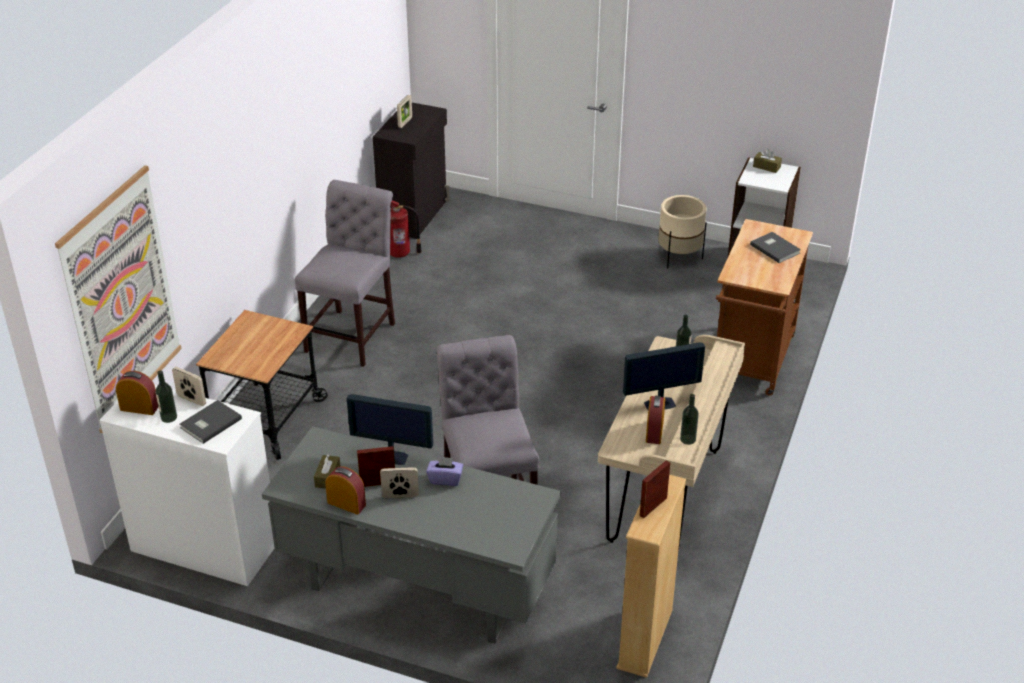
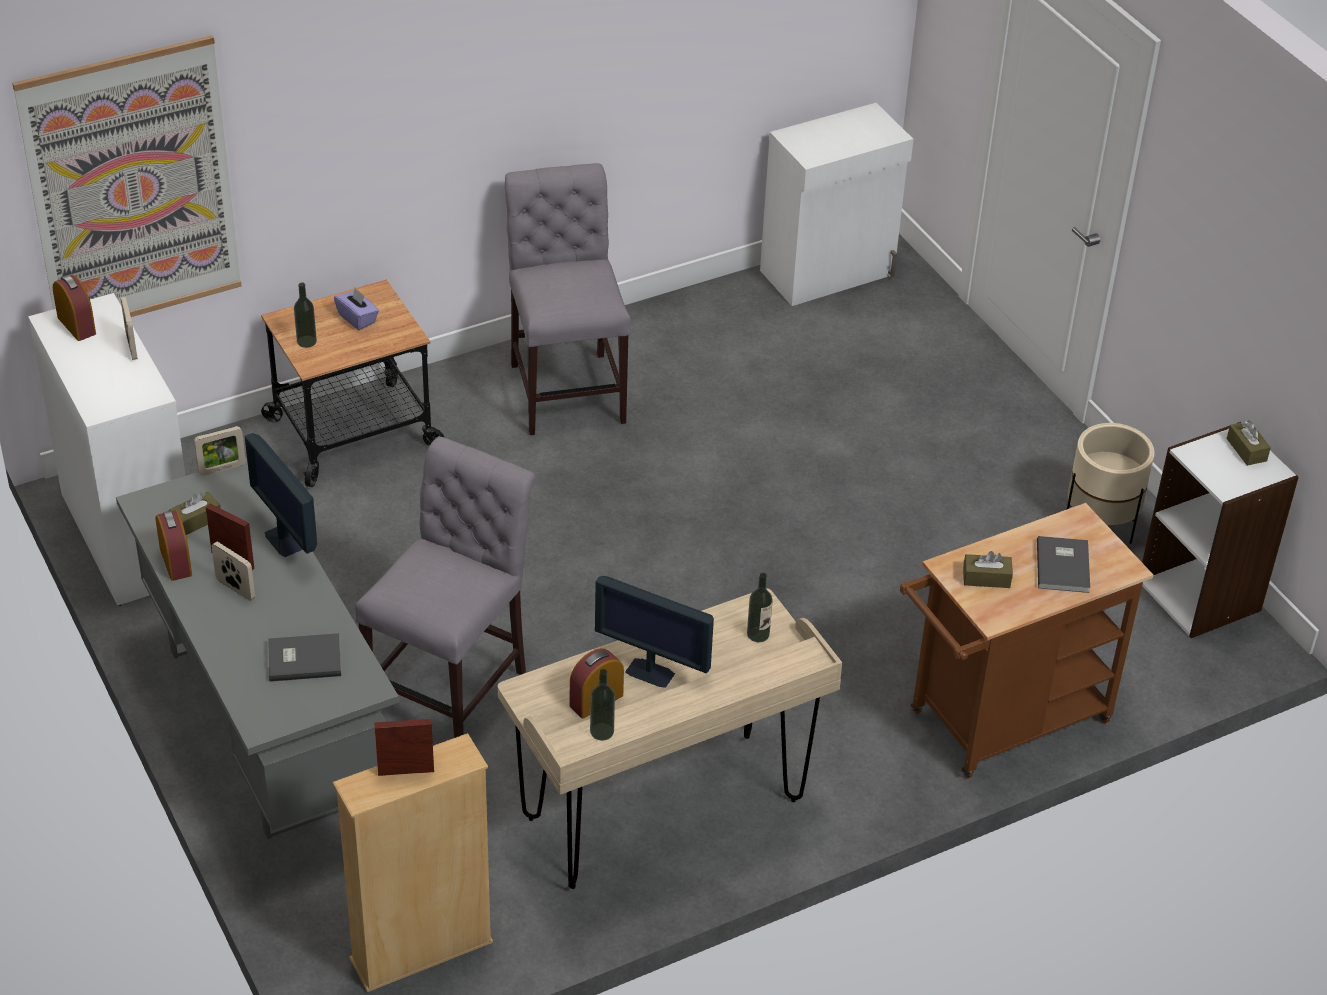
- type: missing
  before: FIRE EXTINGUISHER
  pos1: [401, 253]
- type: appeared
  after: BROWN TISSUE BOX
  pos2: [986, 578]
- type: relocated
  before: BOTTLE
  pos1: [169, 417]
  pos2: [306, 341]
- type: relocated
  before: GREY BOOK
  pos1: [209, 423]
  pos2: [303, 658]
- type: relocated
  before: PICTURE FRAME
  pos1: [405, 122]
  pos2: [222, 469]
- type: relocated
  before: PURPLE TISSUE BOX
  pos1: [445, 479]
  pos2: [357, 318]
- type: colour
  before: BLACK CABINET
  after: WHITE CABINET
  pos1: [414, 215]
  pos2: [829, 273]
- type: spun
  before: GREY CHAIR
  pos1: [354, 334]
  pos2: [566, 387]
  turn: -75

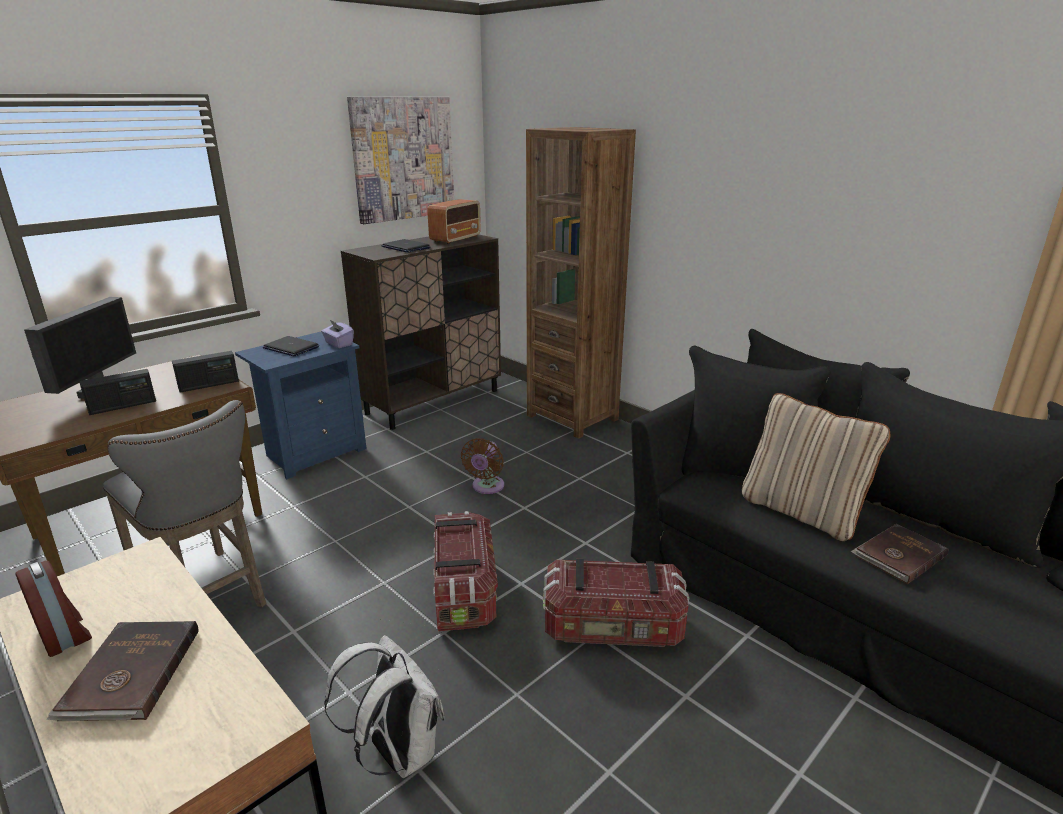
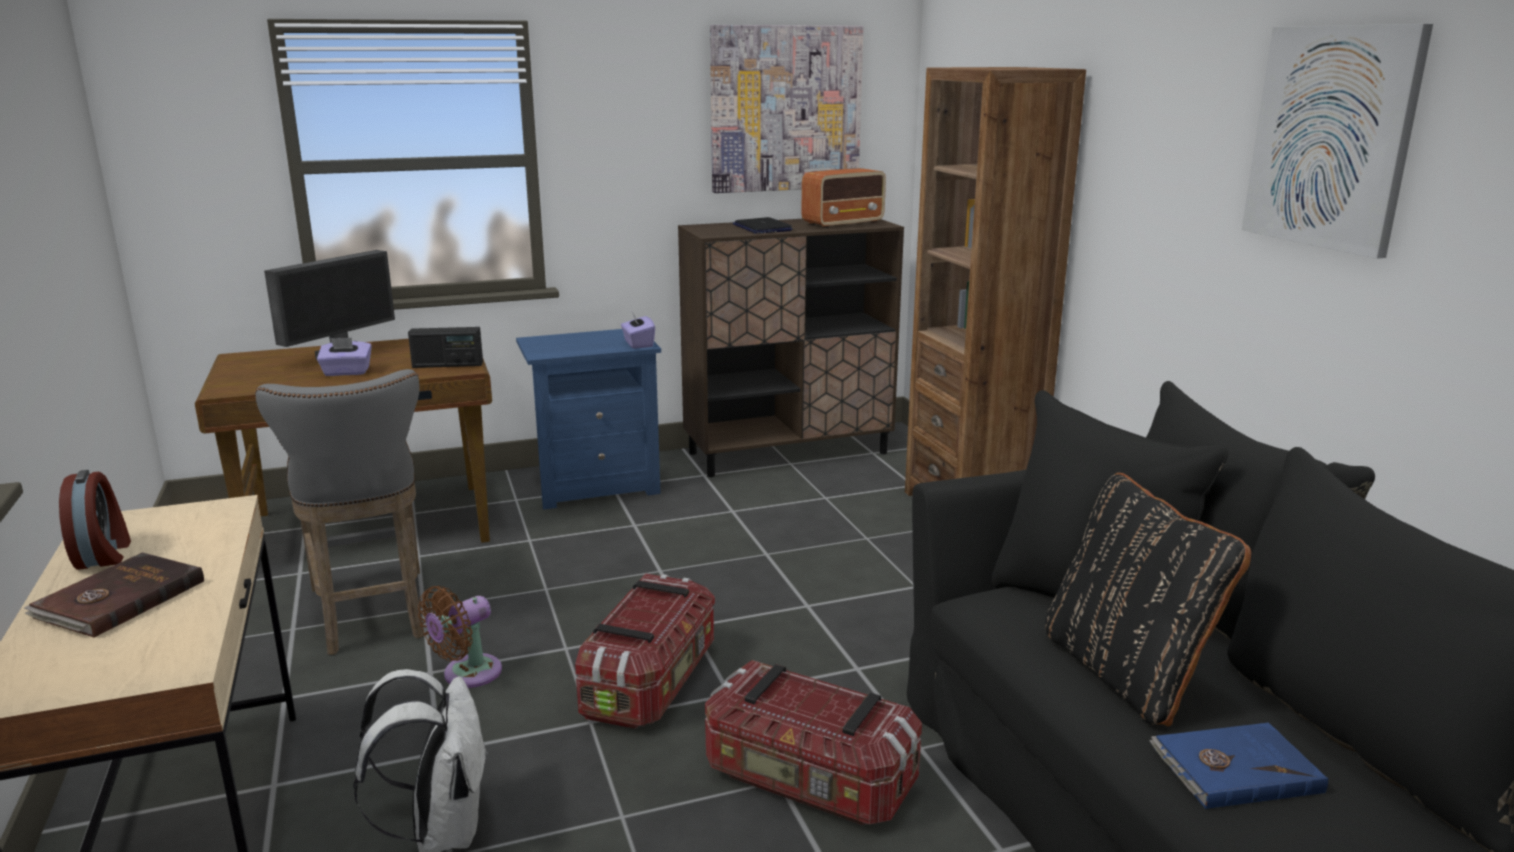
- type: missing
  before: LAPTOP
  pos1: [290, 348]
- type: appeared
  after: PICTURE
  pos2: [1332, 137]
- type: relocated
  before: BROWN FAN
  pos1: [486, 487]
  pos2: [467, 674]
- type: exchanged
  before: RADIO
  after: PURPLE TISSUE BOX
  pos1: [123, 406]
  pos2: [347, 372]
- type: colour
  before: BEIGE PILLOW
  after: BLACK PILLOW
  pos1: [801, 512]
  pos2: [1126, 672]
- type: colour
  before: BROWN BOOK
  after: BLUE BOOK
  pos1: [898, 555]
  pos2: [1234, 769]

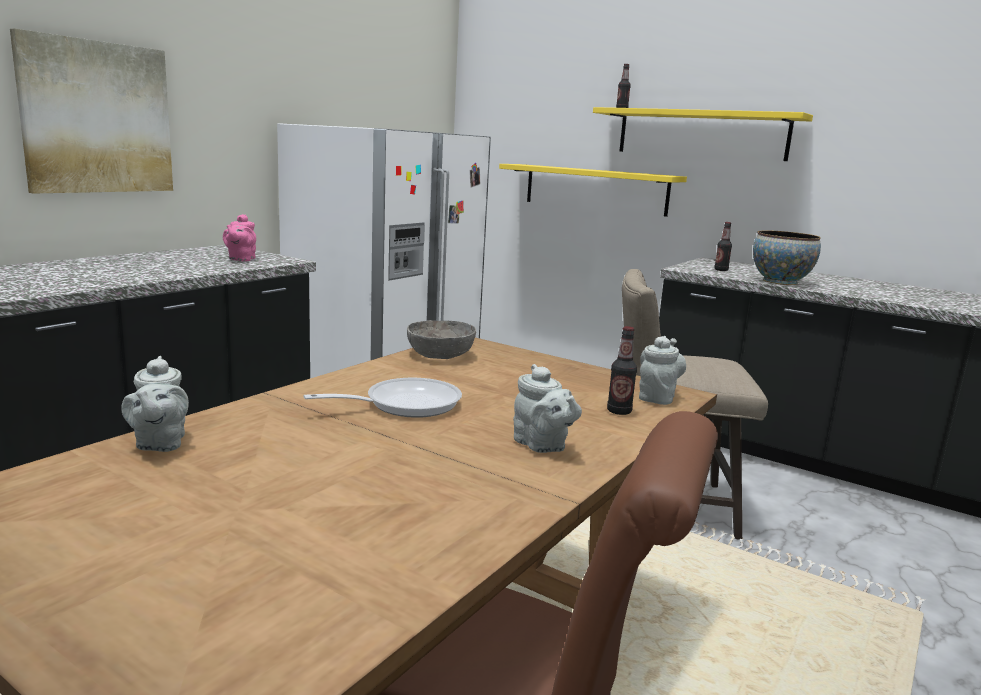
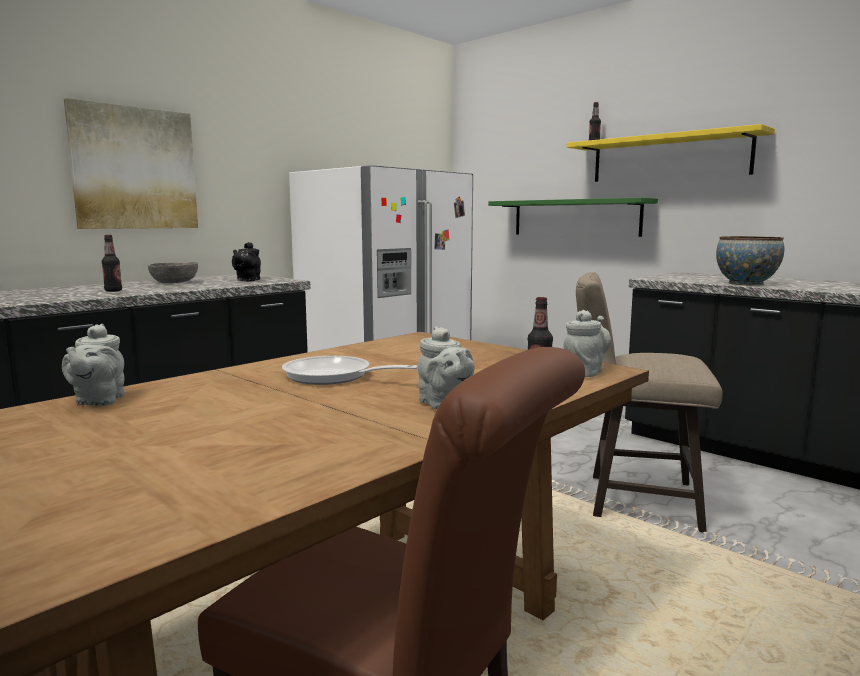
- type: relocated
  before: GREY BOWL
  pos1: [440, 354]
  pos2: [174, 282]
- type: relocated
  before: BOTTLE
  pos1: [721, 270]
  pos2: [113, 291]
- type: colour
  before: PINK TEAPOT
  after: BLACK TEAPOT
  pos1: [241, 259]
  pos2: [247, 280]
- type: colour
  before: YELLOW SHELF
  after: GREEN SHELF
  pos1: [595, 189]
  pos2: [575, 218]
- type: spun
  before: FRYING PAN
  pos1: [404, 404]
  pos2: [334, 377]
  turn: -135

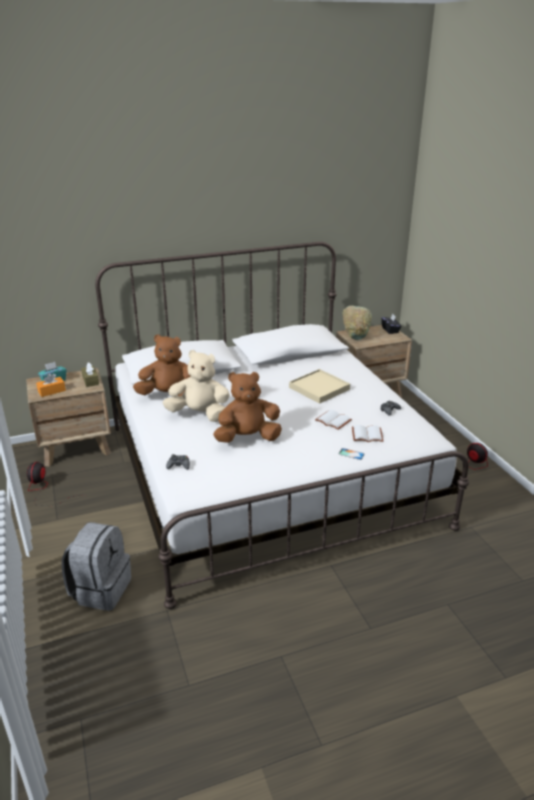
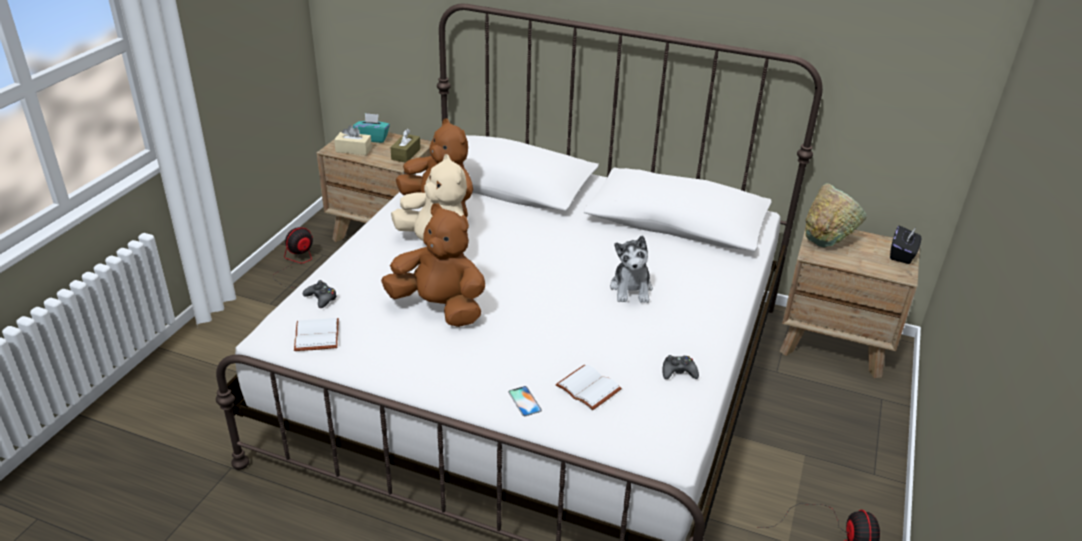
- type: missing
  before: GREY BACKPACK
  pos1: [101, 589]
- type: relocated
  before: WHITE BOOK
  pos1: [332, 421]
  pos2: [315, 335]
- type: exchanged
  before: BEIGE TRAY
  after: PLUSH TOY
  pos1: [319, 388]
  pos2: [631, 289]
- type: colour
  before: ORANGE TISSUE BOX
  after: BEIGE TISSUE BOX
  pos1: [52, 391]
  pos2: [353, 149]

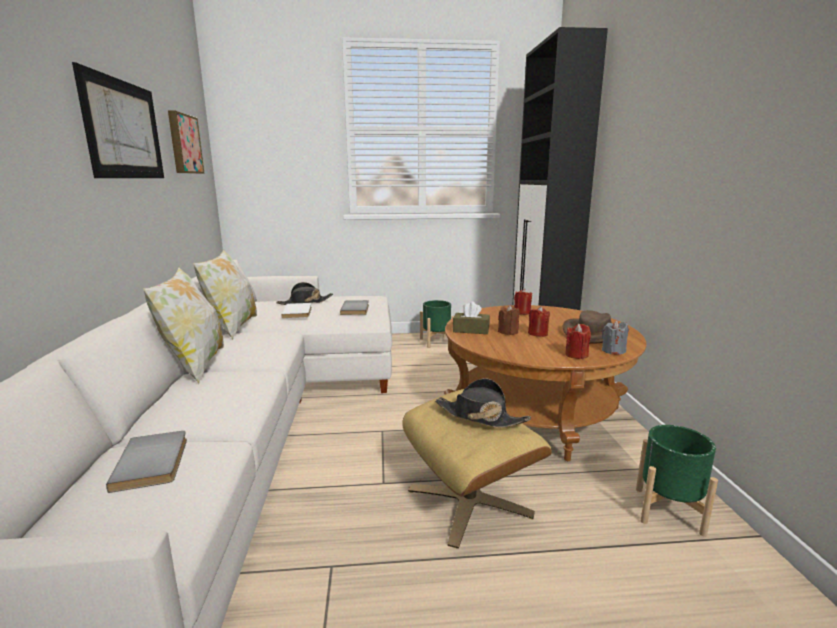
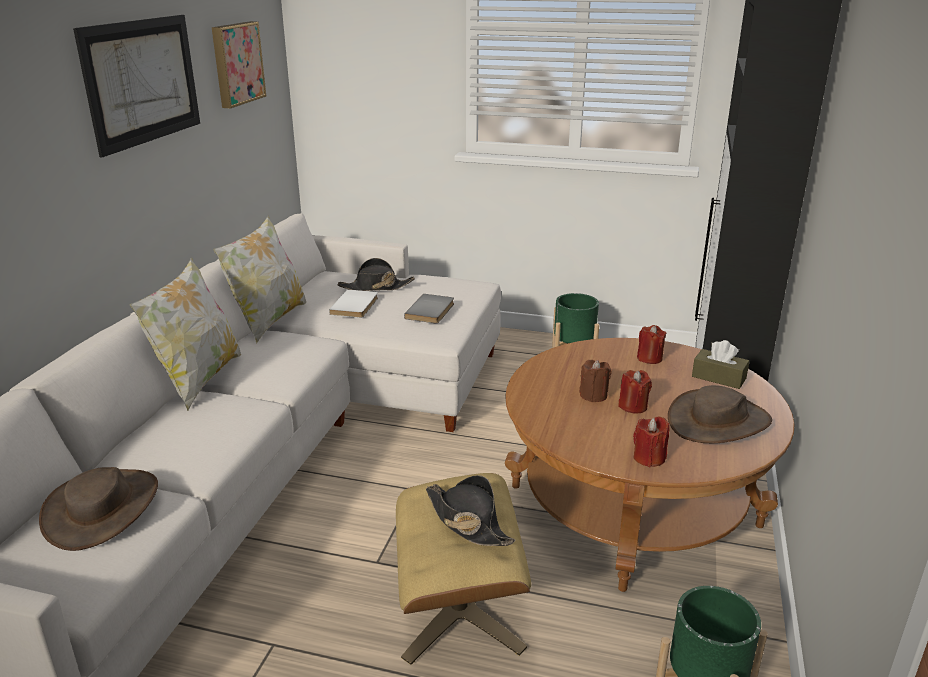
- type: missing
  before: GREY CANDLE
  pos1: [613, 351]
- type: relocated
  before: BROWN TISSUE BOX
  pos1: [471, 330]
  pos2: [718, 377]
- type: exchanged
  before: GREY BOOK
  after: BROWN HAT
  pos1: [154, 462]
  pos2: [103, 508]

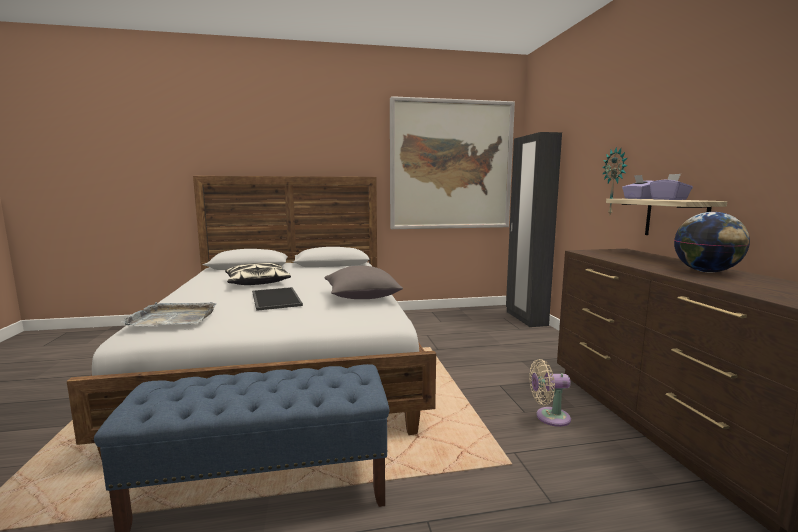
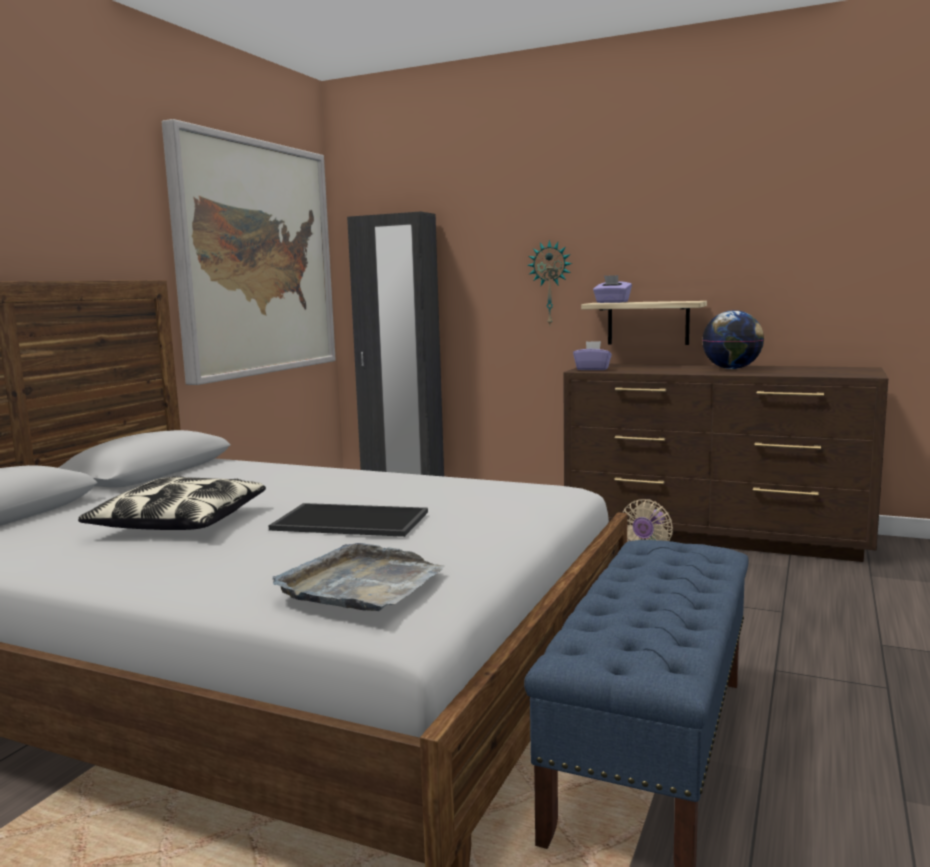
- type: missing
  before: GREY PILLOW
  pos1: [361, 297]
- type: relocated
  before: PURPLE TISSUE BOX
  pos1: [669, 199]
  pos2: [592, 369]

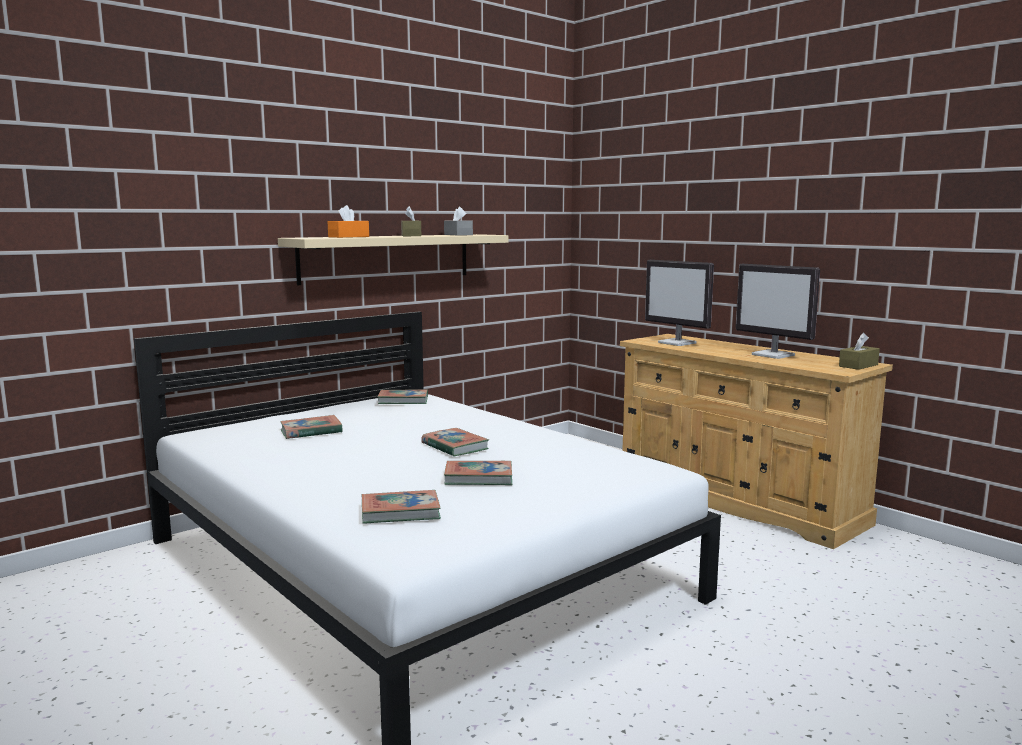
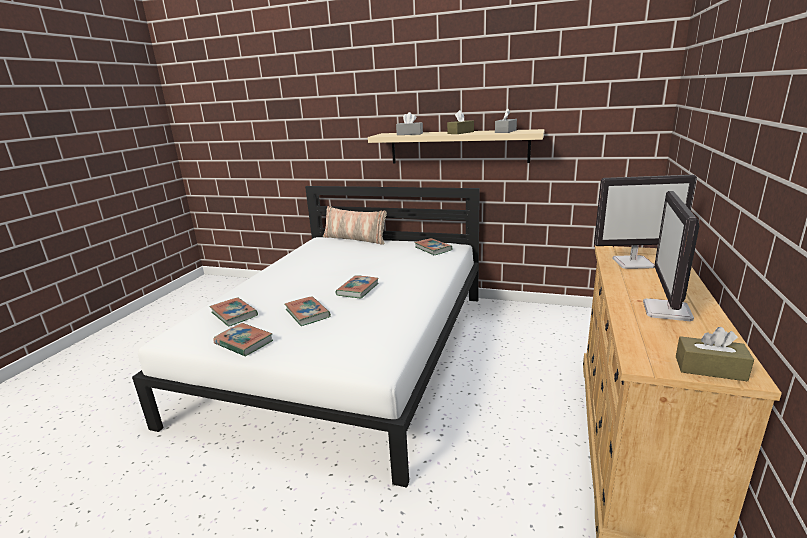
- type: appeared
  after: PILLOW
  pos2: [355, 239]
- type: relocated
  before: BOOK
  pos1: [311, 431]
  pos2: [244, 342]
- type: colour
  before: ORANGE TISSUE BOX
  after: GREY TISSUE BOX
  pos1: [348, 237]
  pos2: [409, 134]
- type: spun
  before: MONITOR
  pos1: [677, 343]
  pos2: [633, 263]
  turn: -105

